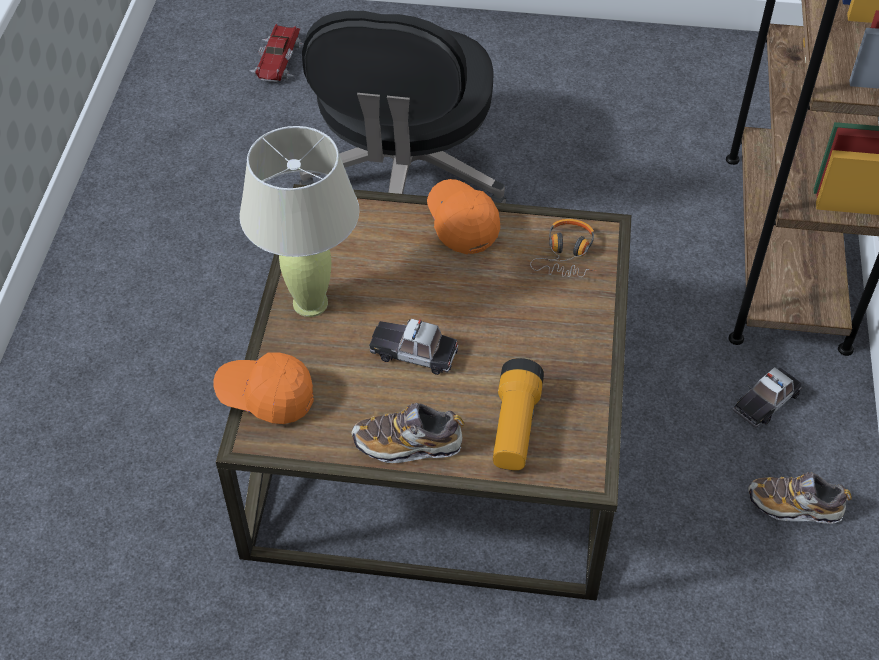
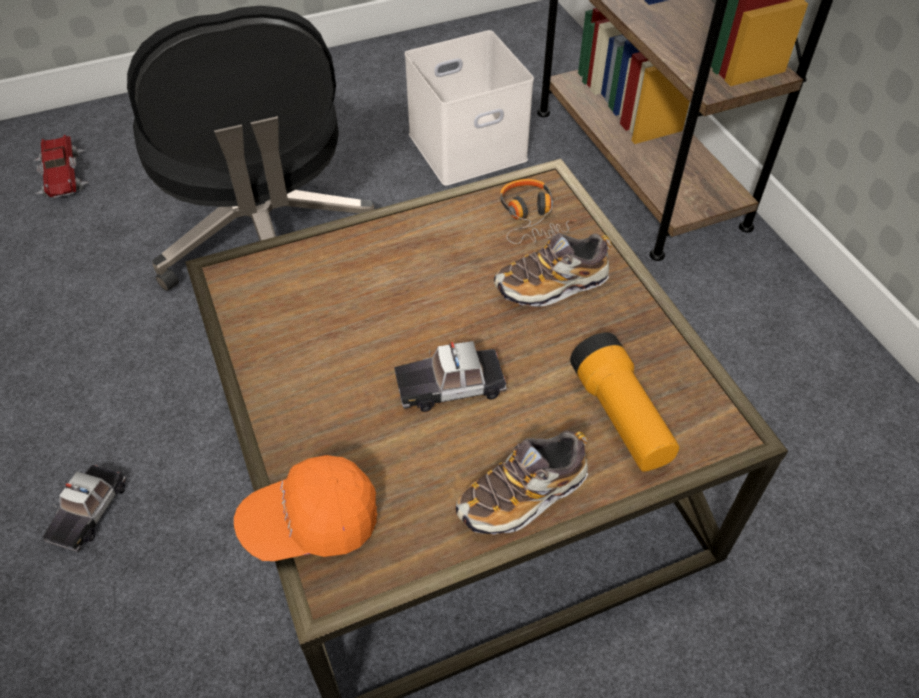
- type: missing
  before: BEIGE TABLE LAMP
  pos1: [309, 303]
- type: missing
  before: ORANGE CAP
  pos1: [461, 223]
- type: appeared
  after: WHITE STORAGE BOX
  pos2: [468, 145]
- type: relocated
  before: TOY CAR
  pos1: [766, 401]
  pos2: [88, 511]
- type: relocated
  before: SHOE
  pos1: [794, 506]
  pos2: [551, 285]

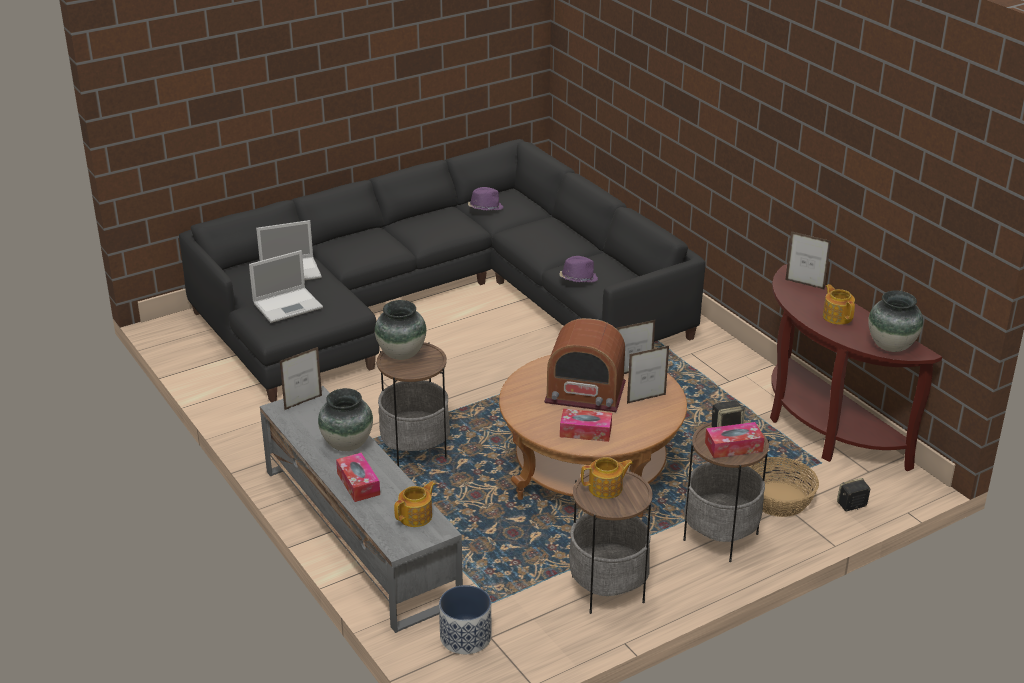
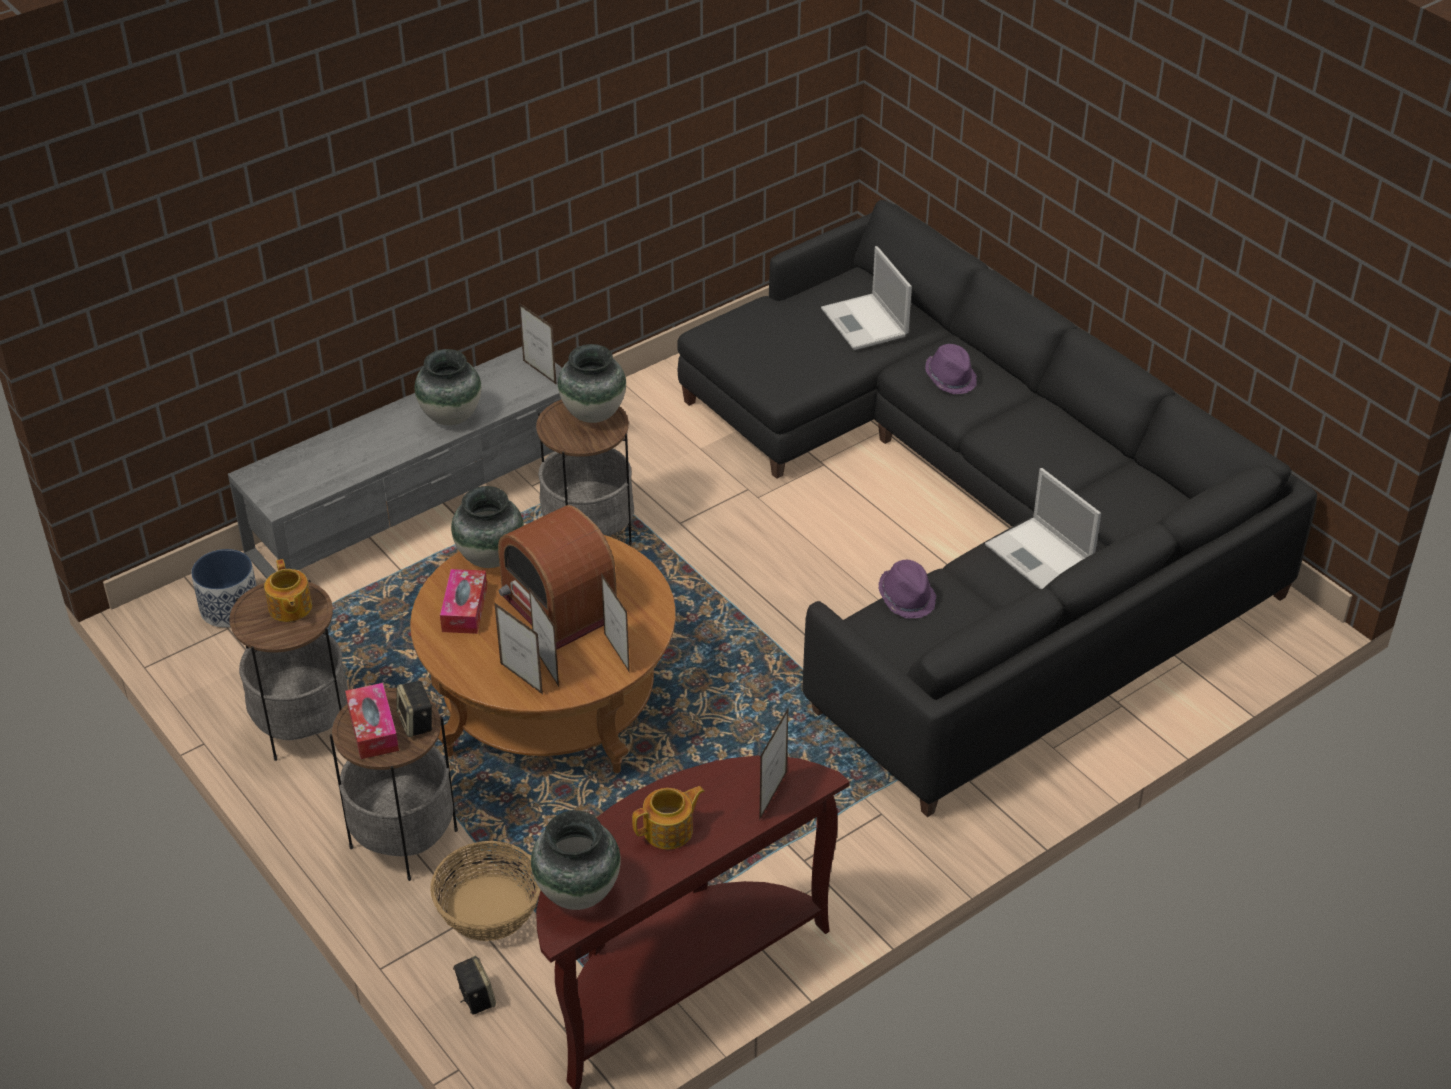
- type: missing
  before: TISSUE BOX
  pos1: [358, 484]
- type: missing
  before: TEAPOT
  pos1: [416, 516]
- type: appeared
  after: VASE
  pos2: [490, 558]
- type: appeared
  after: PICTURE FRAME
  pos2: [521, 679]
- type: relocated
  before: LAPTOP
  pos1: [289, 305]
  pos2: [1040, 556]
- type: relocated
  before: PURPLE HAT
  pos1: [485, 208]
  pos2: [950, 378]
- type: spun
  before: RADIO
  pos1: [585, 393]
  pos2: [558, 606]
  turn: -45

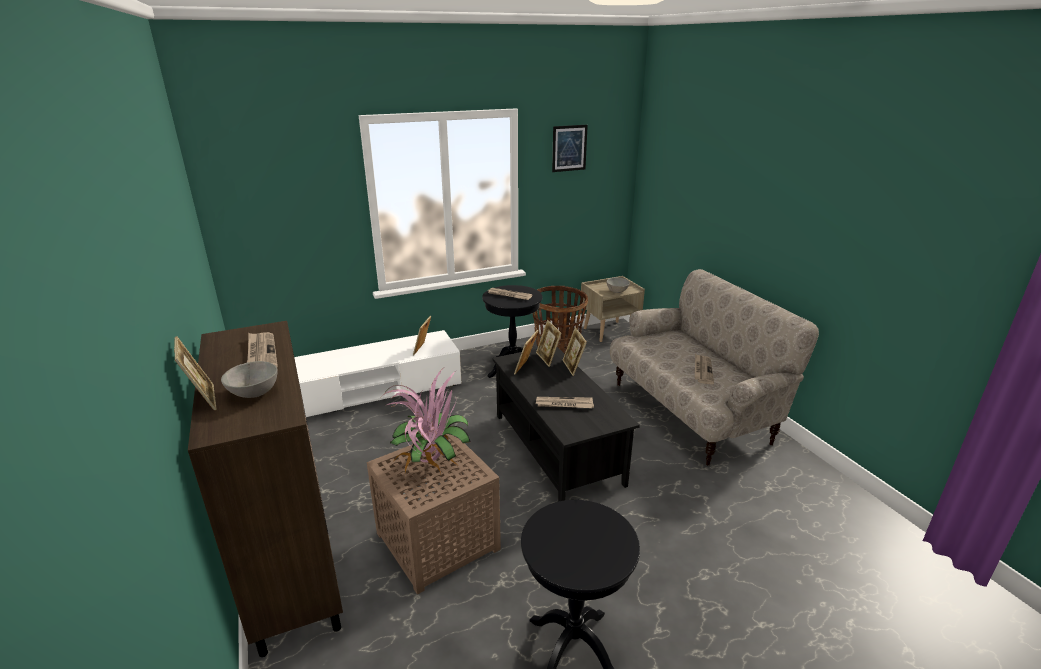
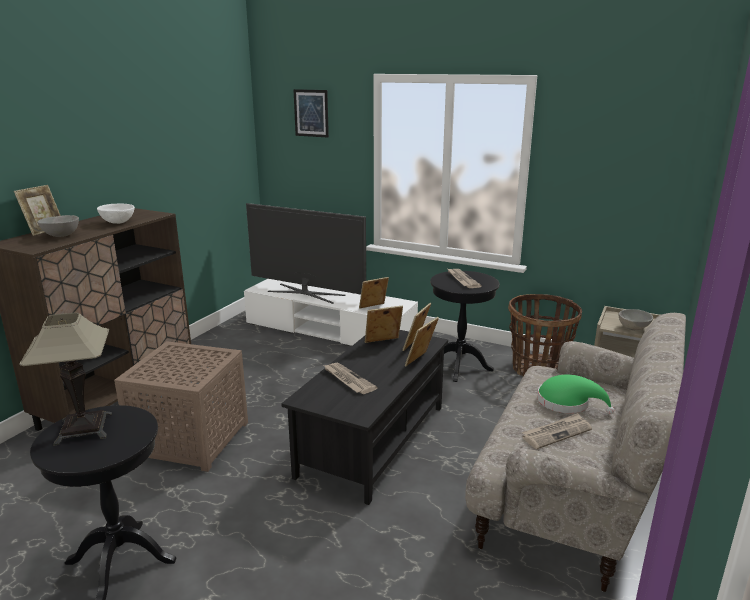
- type: missing
  before: POTTED PLANT
  pos1: [431, 467]
- type: appeared
  after: TABLE LAMP
  pos2: [84, 428]
- type: appeared
  after: TELEVISION
  pos2: [306, 293]
- type: appeared
  after: GREEN HAT
  pos2: [567, 403]
- type: relocated
  before: PICTURE
  pos1: [569, 148]
  pos2: [311, 113]
- type: exchanged
  before: NEWSPAPER
  after: WHITE BOWL
  pos1: [261, 353]
  pos2: [118, 222]

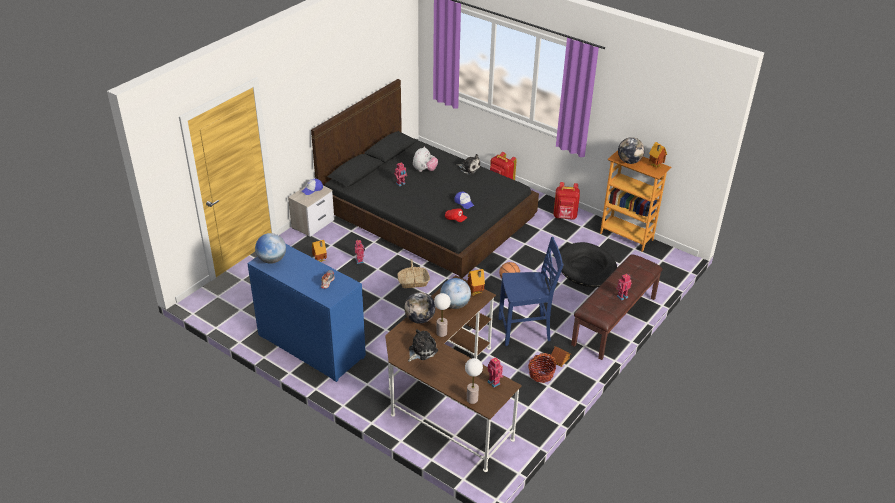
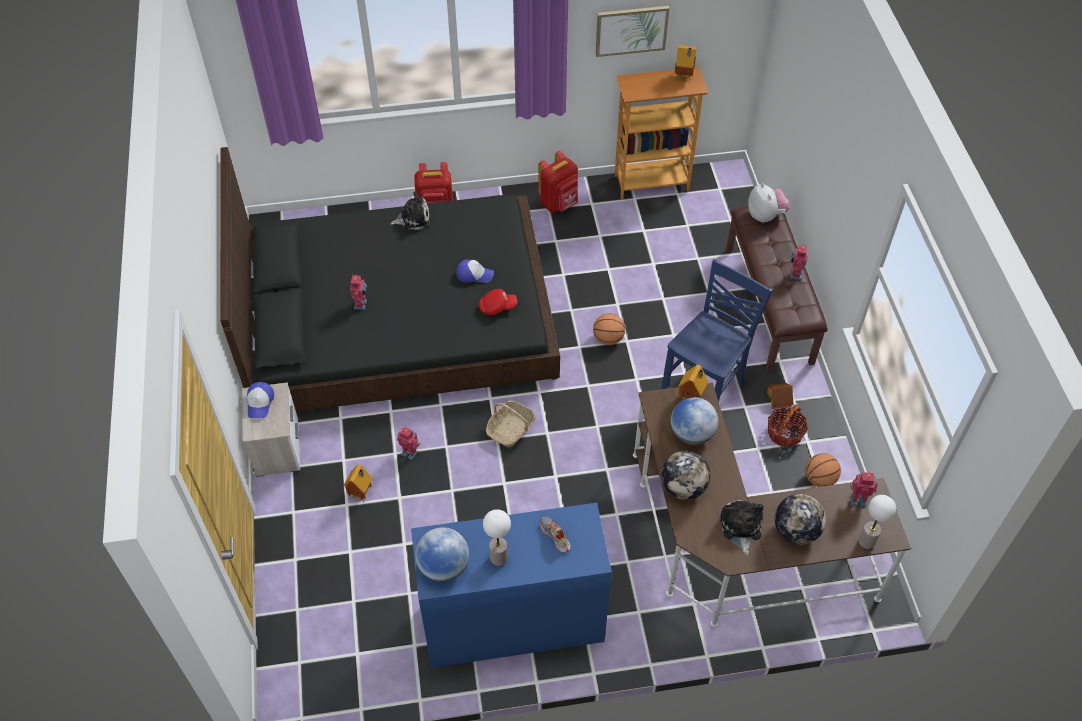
- type: missing
  before: BLACK DOG BED
  pos1: [586, 268]
- type: appeared
  after: PICTURE
  pos2: [631, 30]
- type: appeared
  after: BASKETBALL
  pos2: [819, 479]
- type: relocated
  before: PLUSH TOY
  pos1: [424, 170]
  pos2: [765, 216]
- type: relocated
  before: TABLE LAMP
  pos1: [441, 333]
  pos2: [499, 558]
- type: relocated
  before: GLOBE
  pos1: [629, 161]
  pos2: [795, 531]

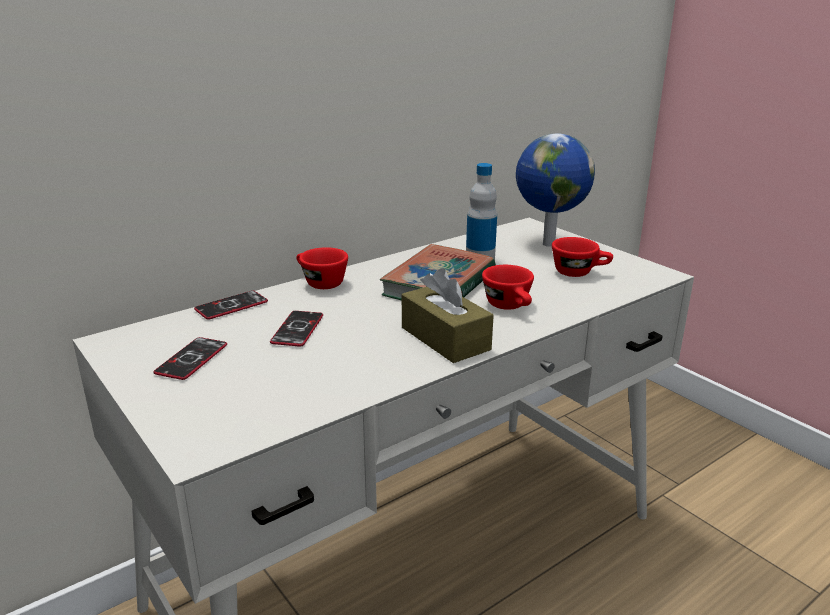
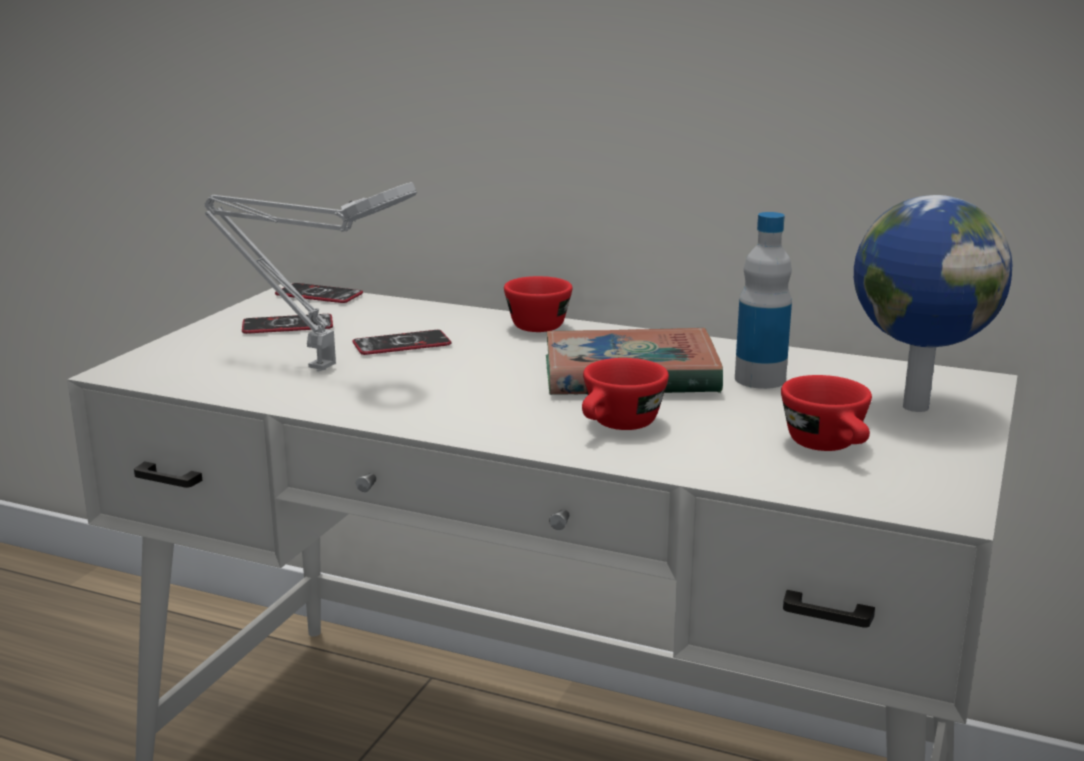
- type: missing
  before: BROWN TISSUE BOX
  pos1: [445, 338]
- type: appeared
  after: GREY TABLE LAMP
  pos2: [315, 367]
- type: relocated
  before: PHONE
  pos1: [231, 306]
  pos2: [319, 295]

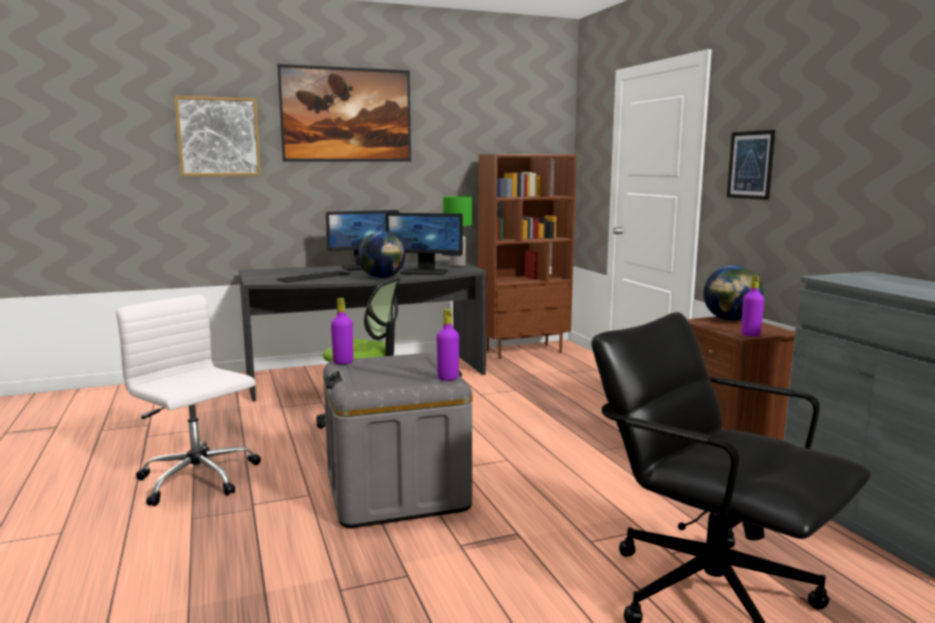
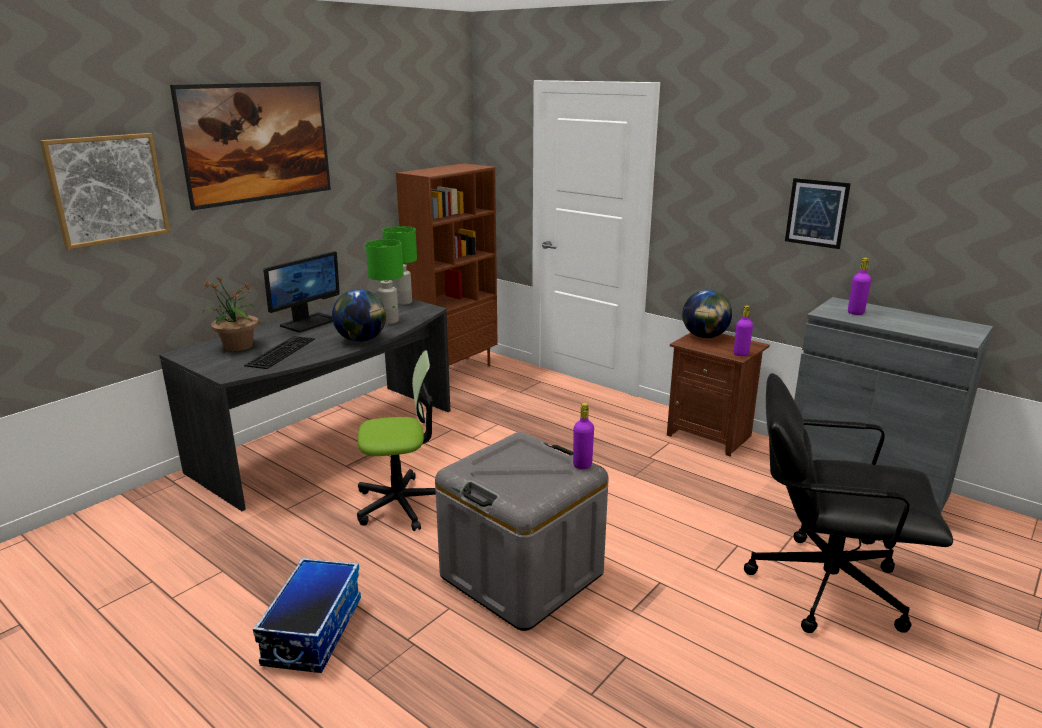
- type: appeared
  after: POTTED PLANT
  pos2: [237, 346]
- type: relocated
  before: PURPLE BOTTLE
  pos1: [343, 362]
  pos2: [855, 313]
- type: relocated
  before: PICTURE
  pos1: [750, 165]
  pos2: [816, 213]
- type: exchanged
  before: WHITE OFFICE CHAIR
  after: STORAGE BOX
  pos1: [199, 479]
  pos2: [312, 631]
- type: exchanged
  before: MONITOR
  after: GREEN TABLE LAMP
  pos1: [425, 272]
  pos2: [389, 321]

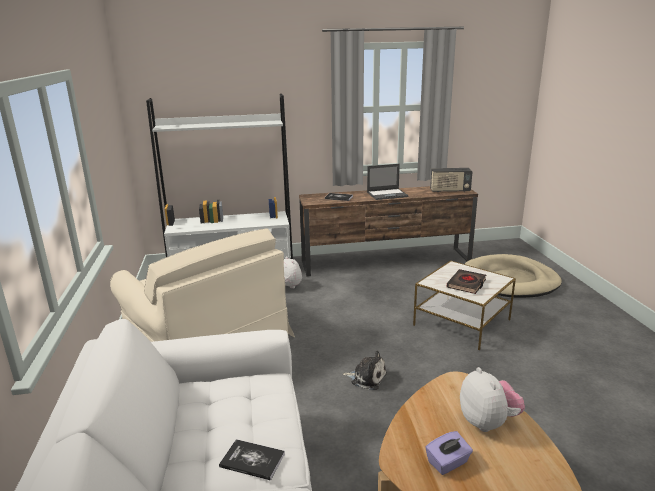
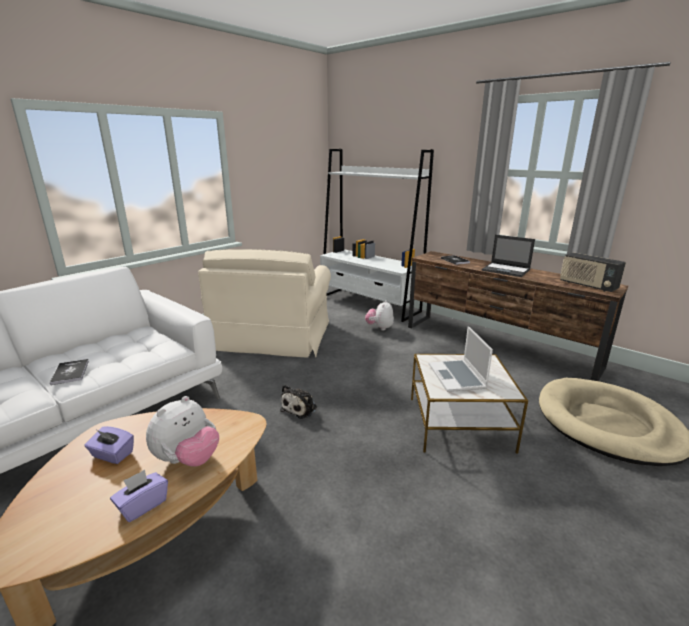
- type: appeared
  after: PURPLE TISSUE BOX
  pos2: [142, 505]
- type: exchanged
  before: BLACK BOOK
  after: LAPTOP
  pos1: [466, 284]
  pos2: [457, 377]
- type: spun
  before: PLUSH TOY
  pos1: [366, 378]
  pos2: [300, 408]
  turn: 45

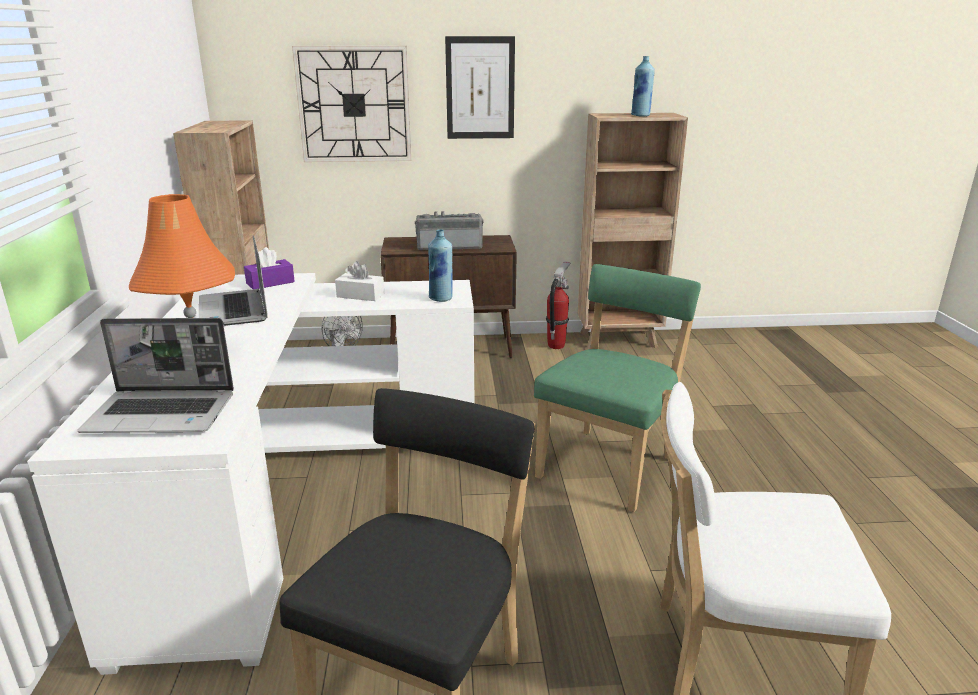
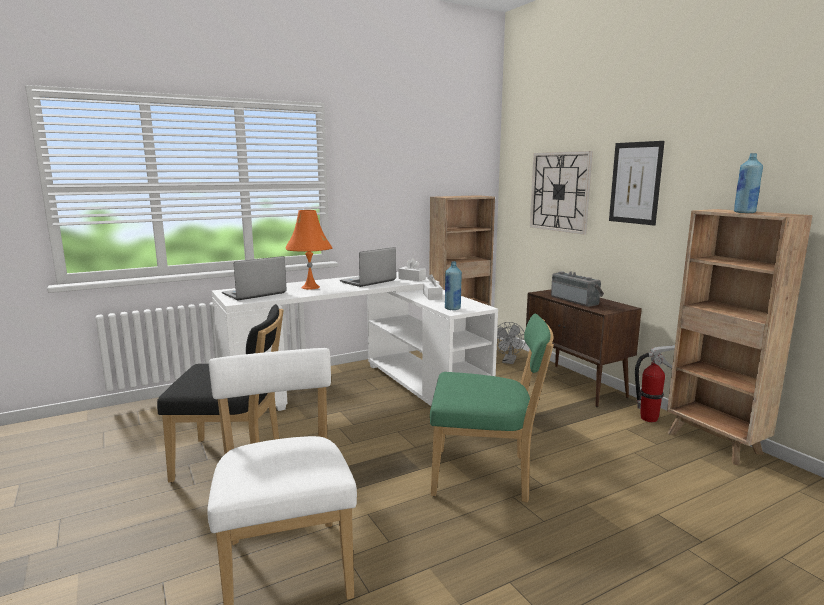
- type: colour
  before: PURPLE TISSUE BOX
  after: WHITE TISSUE BOX
  pos1: [270, 283]
  pos2: [412, 279]
- type: spun
  before: LAPTOP
  pos1: [163, 413]
  pos2: [254, 294]
  turn: 75

